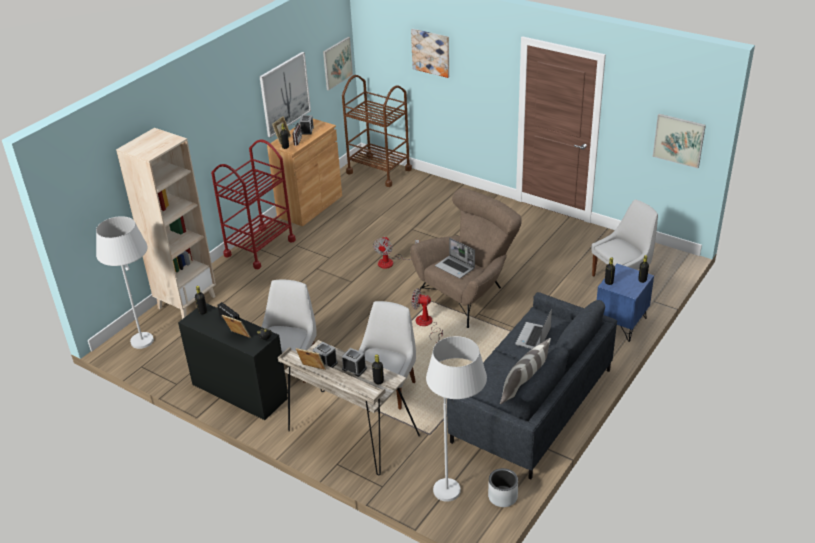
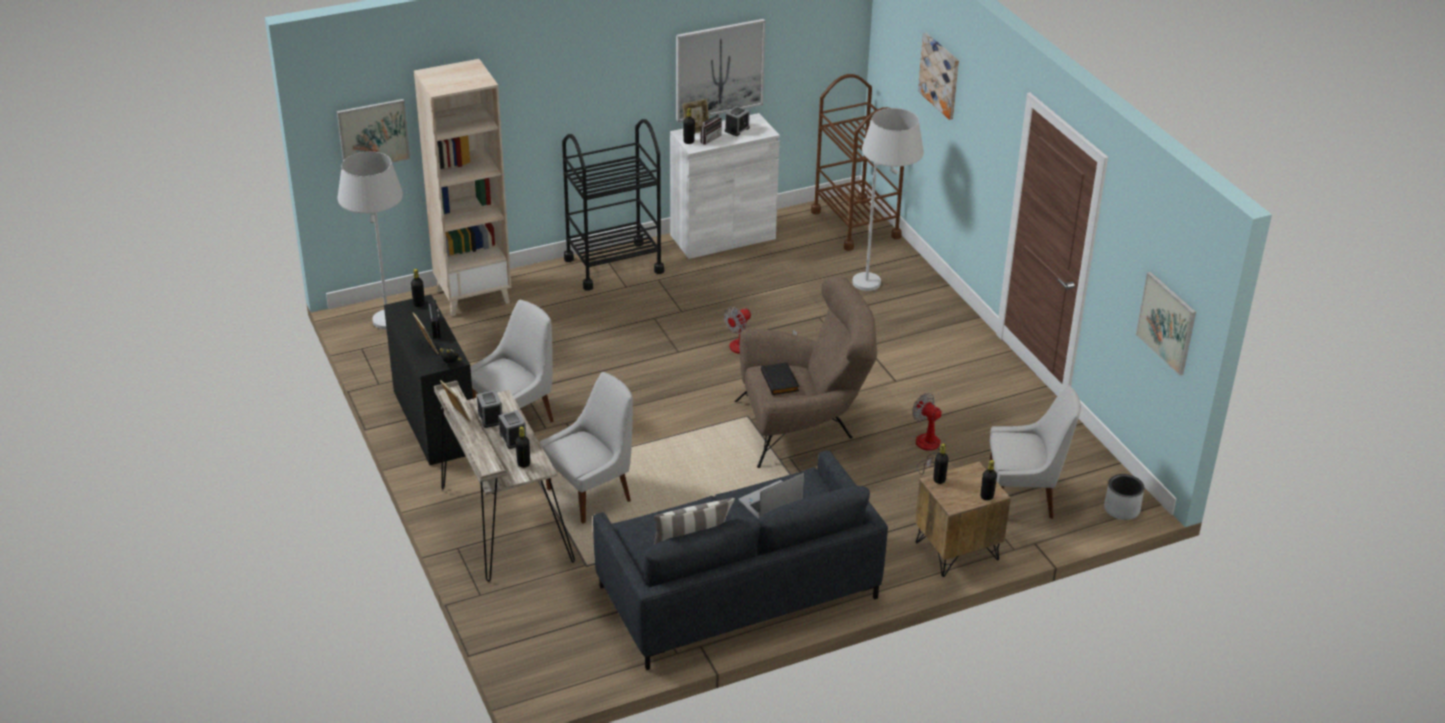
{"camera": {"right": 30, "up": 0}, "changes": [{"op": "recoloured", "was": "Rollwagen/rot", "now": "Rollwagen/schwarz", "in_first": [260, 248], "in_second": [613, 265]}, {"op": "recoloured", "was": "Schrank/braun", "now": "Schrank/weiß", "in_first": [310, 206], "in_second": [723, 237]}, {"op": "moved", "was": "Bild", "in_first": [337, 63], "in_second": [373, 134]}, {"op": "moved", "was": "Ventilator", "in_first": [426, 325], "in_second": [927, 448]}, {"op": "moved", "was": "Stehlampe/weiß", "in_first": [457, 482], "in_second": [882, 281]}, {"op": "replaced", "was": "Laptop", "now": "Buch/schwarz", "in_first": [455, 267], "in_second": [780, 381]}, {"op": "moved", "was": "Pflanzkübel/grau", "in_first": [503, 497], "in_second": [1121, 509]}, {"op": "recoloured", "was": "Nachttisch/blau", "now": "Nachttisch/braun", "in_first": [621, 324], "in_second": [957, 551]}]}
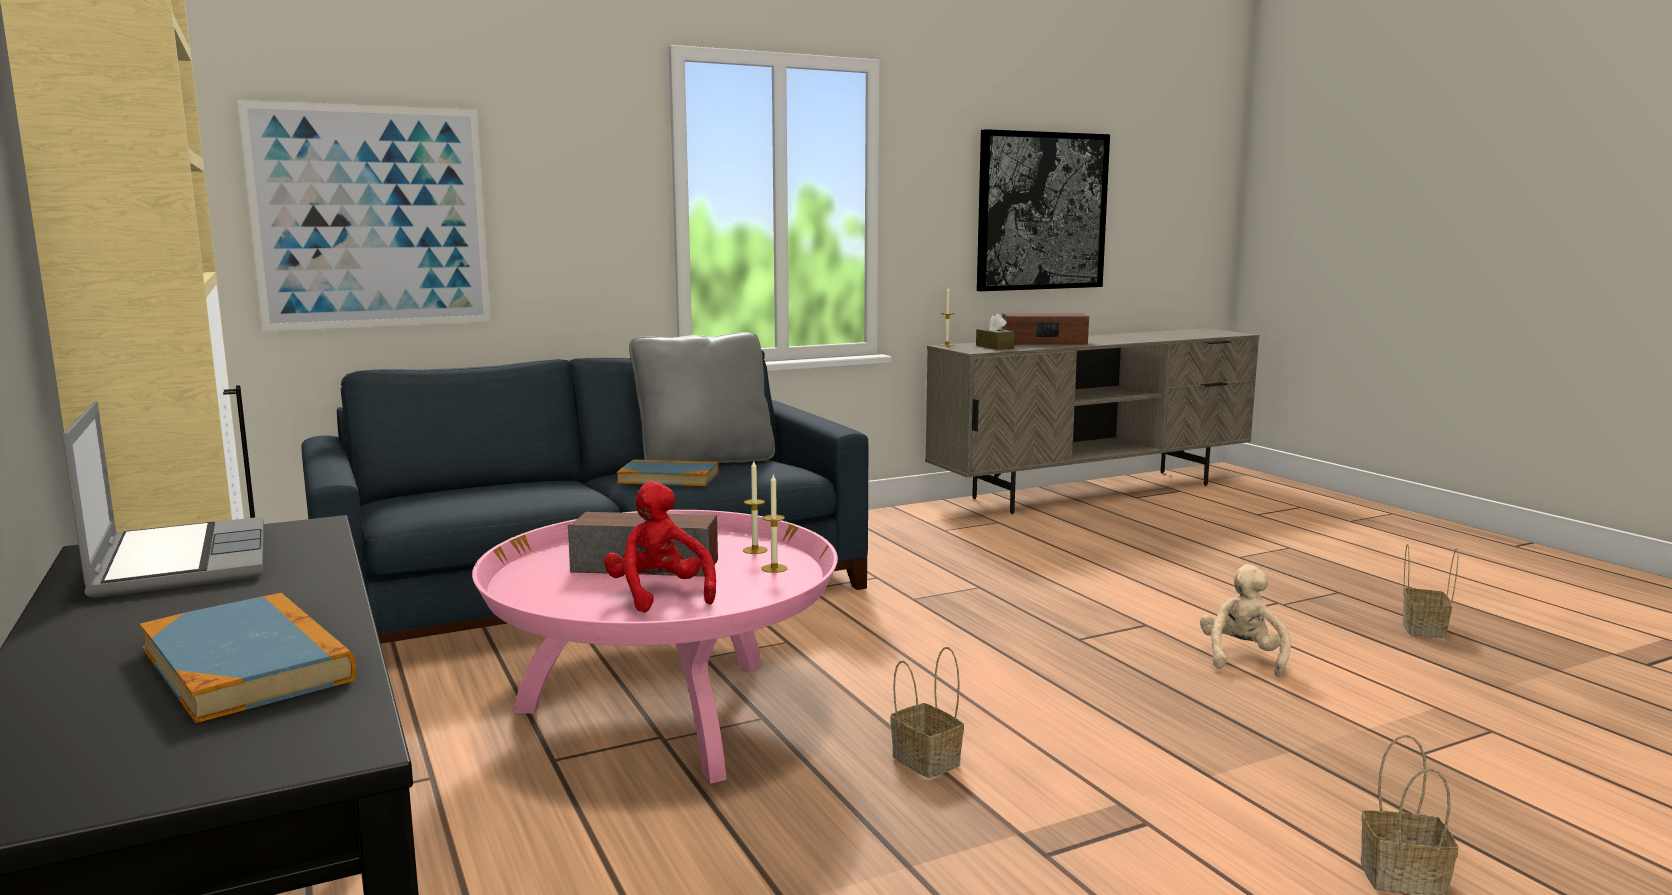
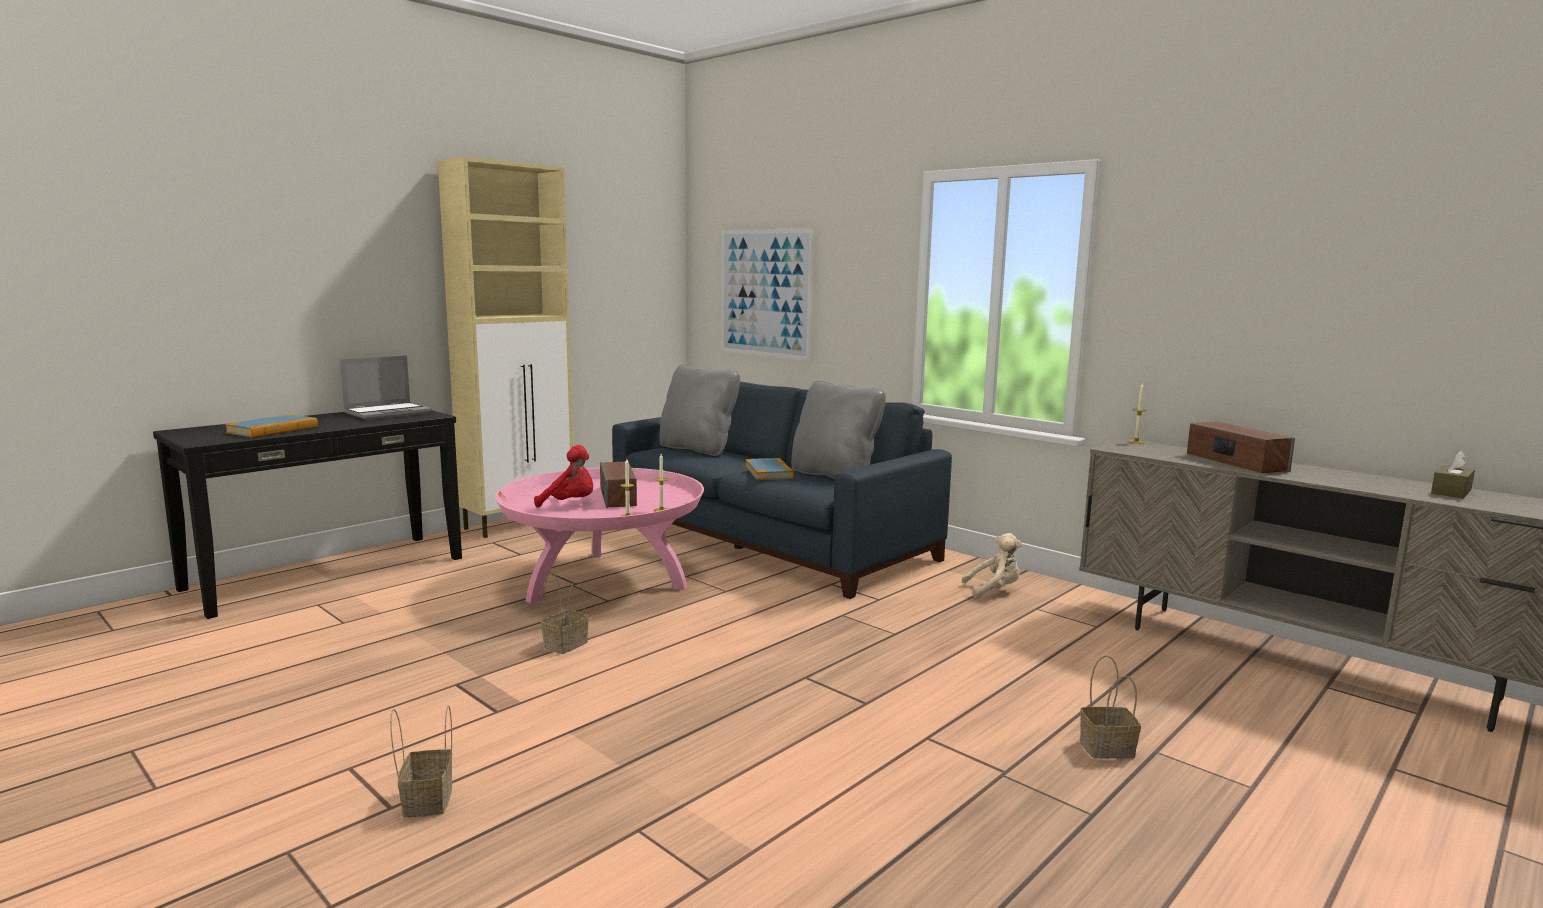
{"camera": {"right": 70, "up": 0}, "changes": [{"op": "turned", "was": "Plüschtier/rot", "in_first": [659, 595], "in_second": [570, 504], "clockwise": 60}, {"op": "moved", "was": "Taschentuchbox/braun", "in_first": [994, 347], "in_second": [1451, 491]}, {"op": "removed", "was": "Bild", "in_first": [1041, 211]}, {"op": "moved", "was": "Plüschtier/beige", "in_first": [1242, 658], "in_second": [994, 590]}, {"op": "moved", "was": "Korb", "in_first": [1422, 628], "in_second": [1108, 748]}, {"op": "added", "now": "Kissen/grau", "in_second": [698, 449]}]}
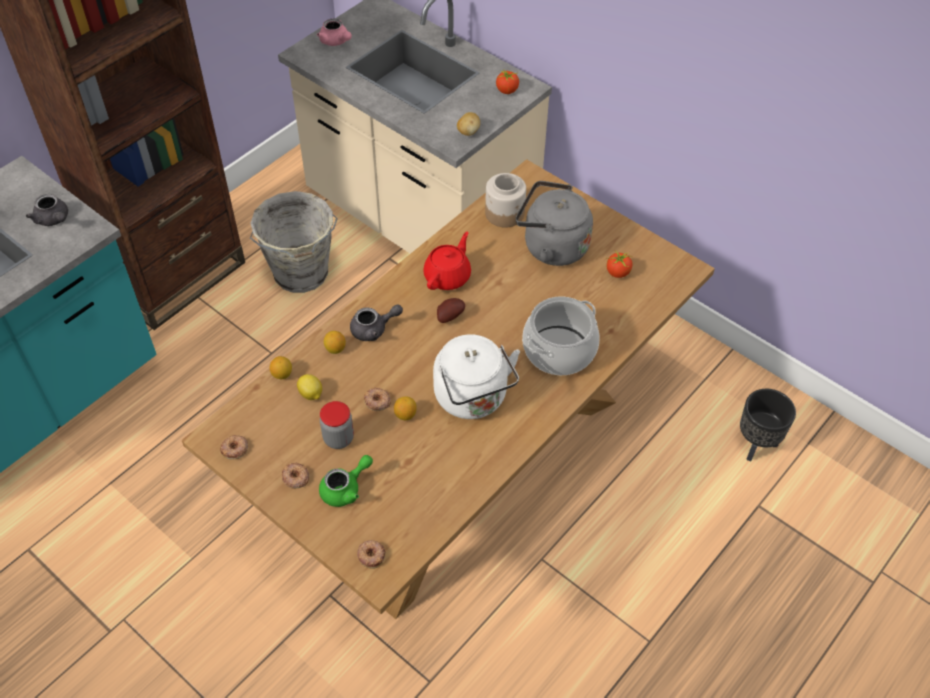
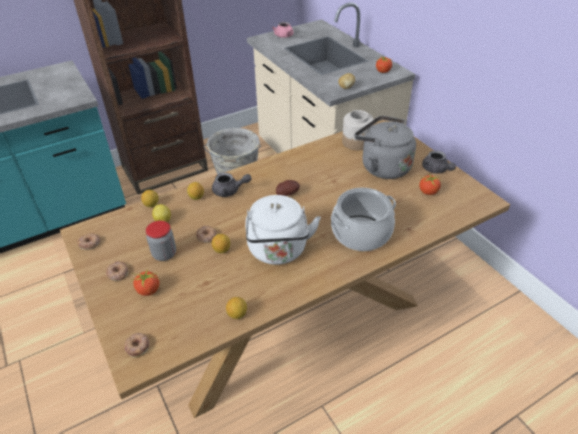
{"camera": {"right": 20, "up": -10}, "changes": [{"op": "moved", "was": "Teekanne/grau", "in_first": [54, 220], "in_second": [436, 170]}, {"op": "replaced", "was": "Teekanne/grün", "now": "Tomate", "in_first": [345, 489], "in_second": [148, 290]}, {"op": "removed", "was": "Teekanne/rot", "in_first": [448, 276]}, {"op": "removed", "was": "Pflanzkübel/schwarz", "in_first": [756, 445]}, {"op": "added", "now": "Zitrone", "in_second": [237, 314]}]}
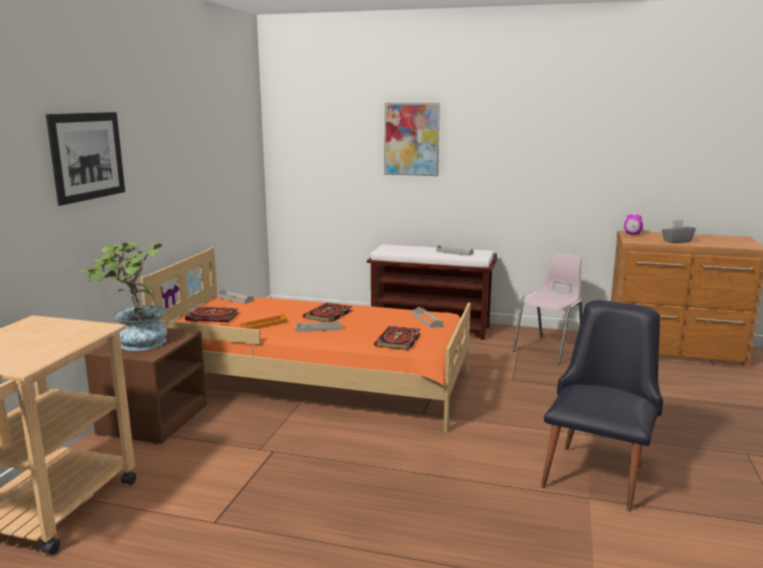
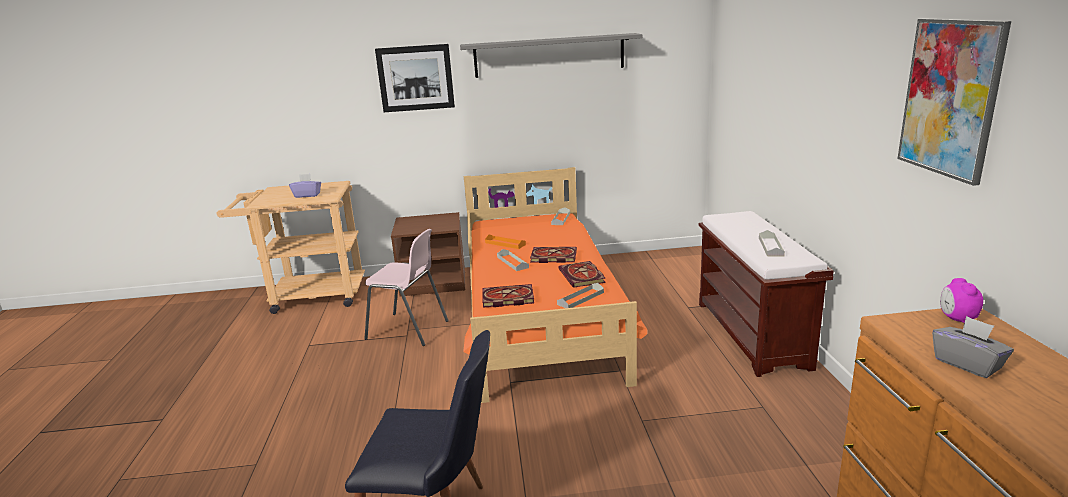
{"camera": {"right": 70, "up": 5}, "changes": [{"op": "removed", "was": "Topfpflanze", "in_first": [136, 344]}, {"op": "moved", "was": "Buch", "in_first": [214, 316], "in_second": [583, 277]}, {"op": "moved", "was": "Bild", "in_first": [411, 139], "in_second": [950, 98]}, {"op": "moved", "was": "Stuhl/rosa", "in_first": [549, 349], "in_second": [408, 330]}, {"op": "added", "now": "Taschentuchbox/lila", "in_second": [307, 195]}, {"op": "added", "now": "Wandregal/grau", "in_second": [549, 55]}]}
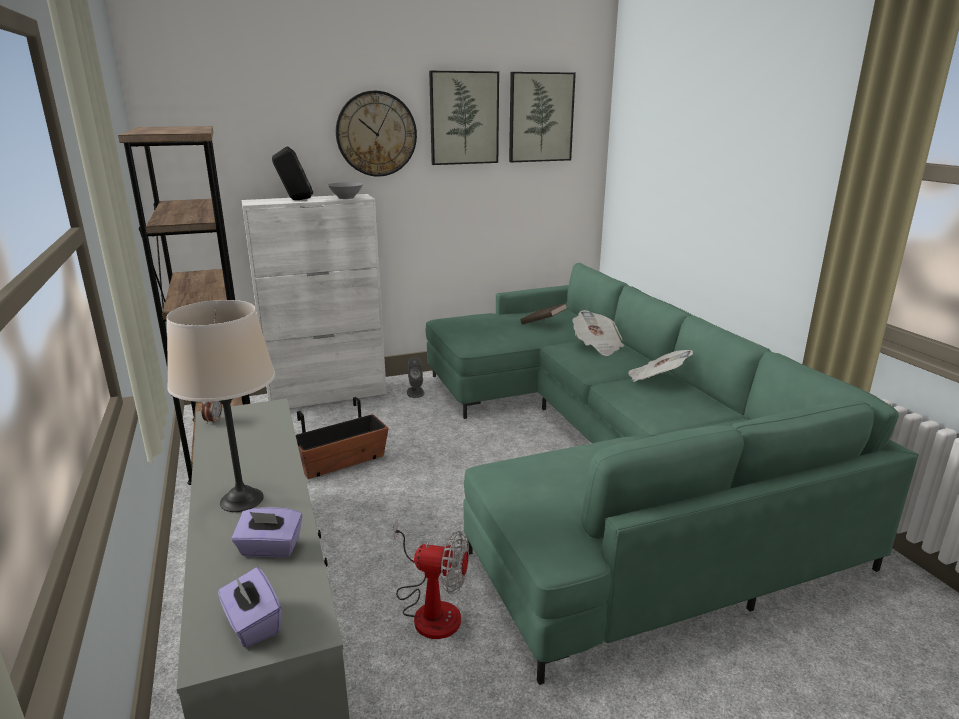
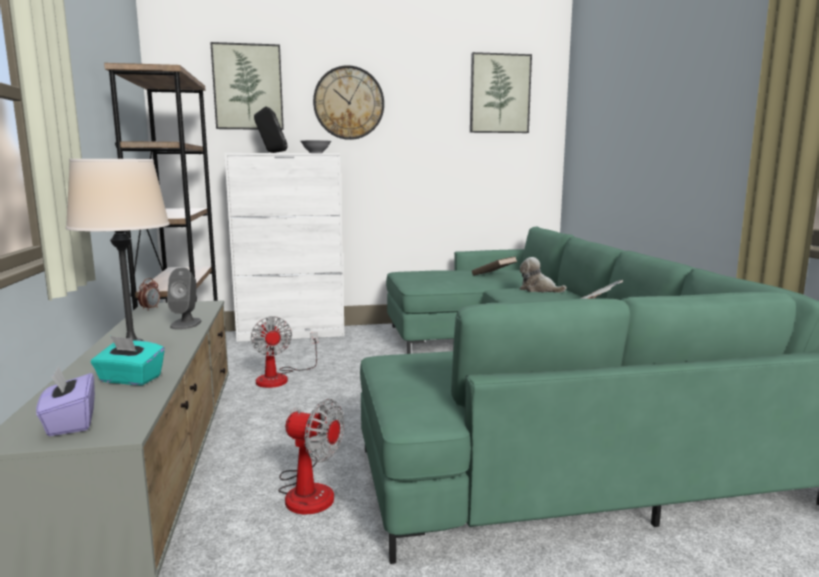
{"camera": {"right": 10, "up": -10}, "changes": [{"op": "recoloured", "was": "Taschentuchbox/lila", "now": "Taschentuchbox/türkis", "in_first": [270, 548], "in_second": [130, 379]}, {"op": "replaced", "was": "Pflanzkübel", "now": "Ventilator", "in_first": [341, 461], "in_second": [280, 378]}, {"op": "moved", "was": "Lautsprecher/grau", "in_first": [415, 392], "in_second": [186, 324]}, {"op": "moved", "was": "Bild", "in_first": [464, 118], "in_second": [248, 87]}, {"op": "replaced", "was": "Zeitung", "now": "Plüschtier", "in_first": [597, 346], "in_second": [538, 290]}]}
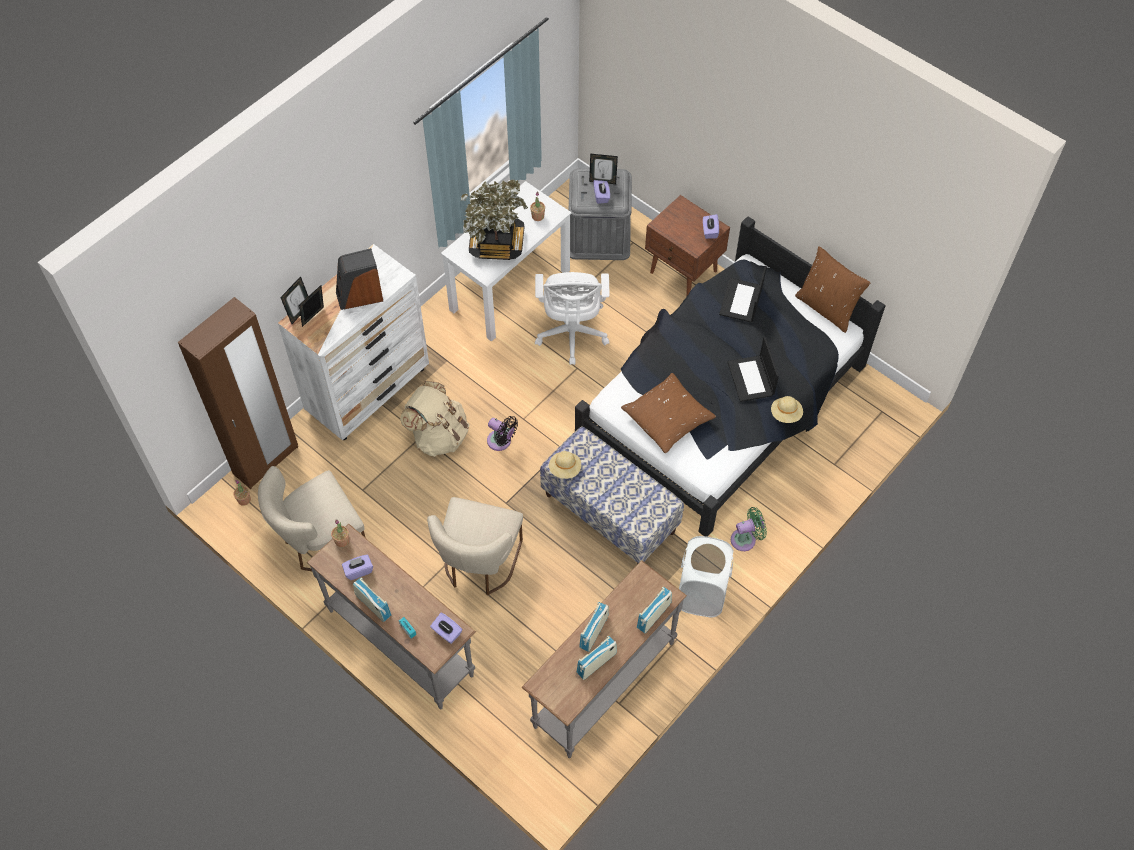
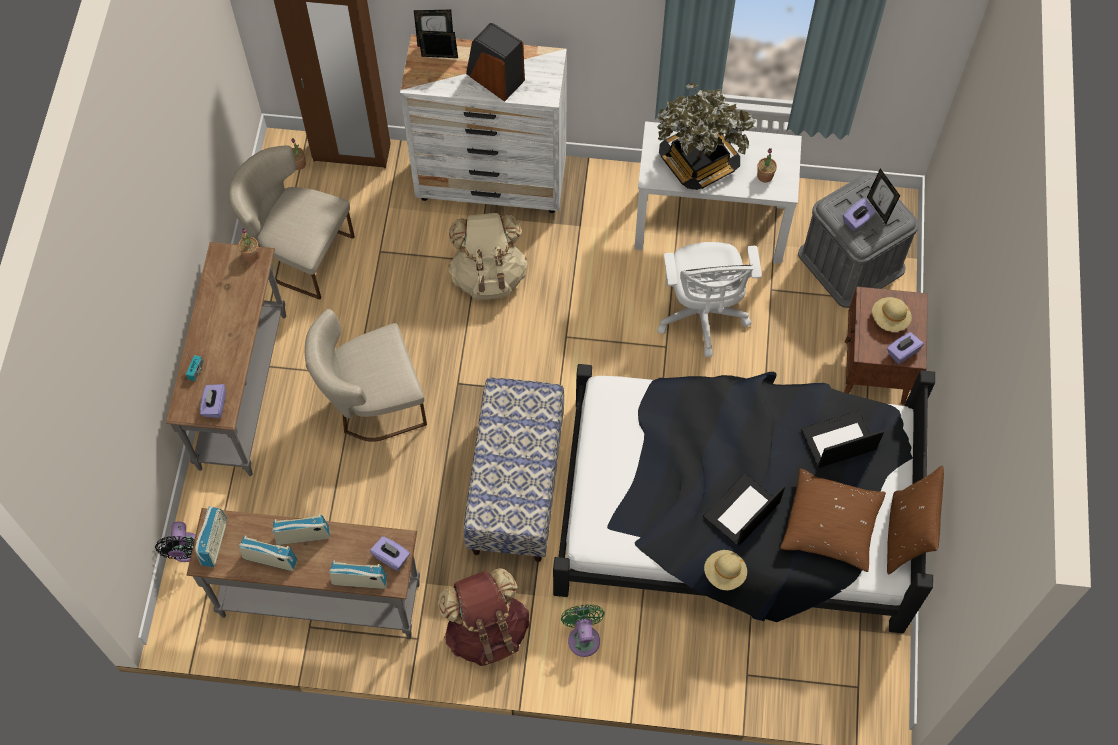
{"camera": {"right": 55, "up": 5}, "changes": [{"op": "moved", "was": "Taschentuchbox/lila", "in_first": [358, 570], "in_second": [391, 557]}, {"op": "moved", "was": "Radio", "in_first": [373, 605], "in_second": [214, 542]}, {"op": "moved", "was": "Ventilator/schwarz", "in_first": [501, 442], "in_second": [185, 551]}, {"op": "turned", "was": "Bürostuhl/weiß", "in_first": [572, 335], "in_second": [702, 316], "clockwise": -60}, {"op": "moved", "was": "Hut/beige", "in_first": [565, 469], "in_second": [889, 319]}, {"op": "moved", "was": "Kissen/braun", "in_first": [667, 418], "in_second": [831, 525]}, {"op": "replaced", "was": "Wäschekorb/weiß", "now": "Rucksack/braun", "in_first": [701, 593], "in_second": [486, 631]}, {"op": "turned", "was": "Ventilator/grün", "in_first": [746, 539], "in_second": [583, 637], "clockwise": -135}]}
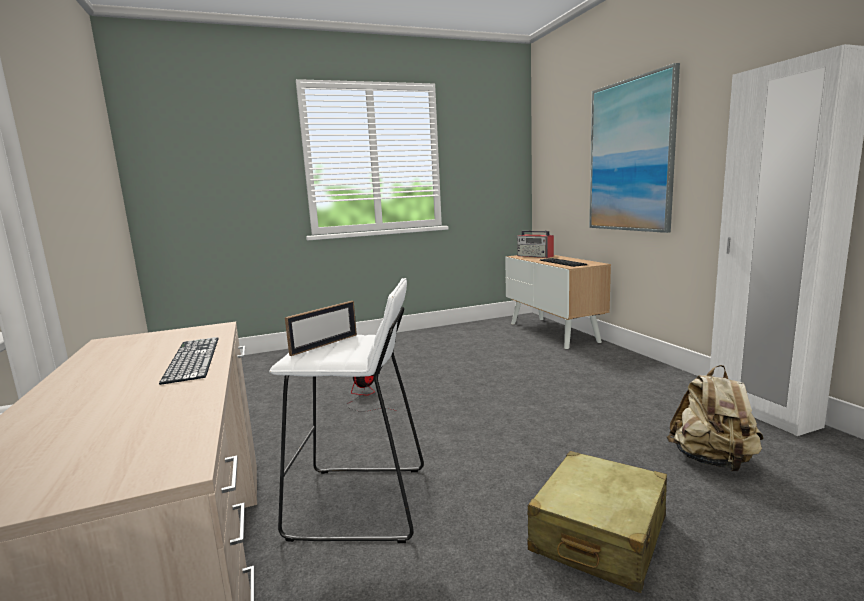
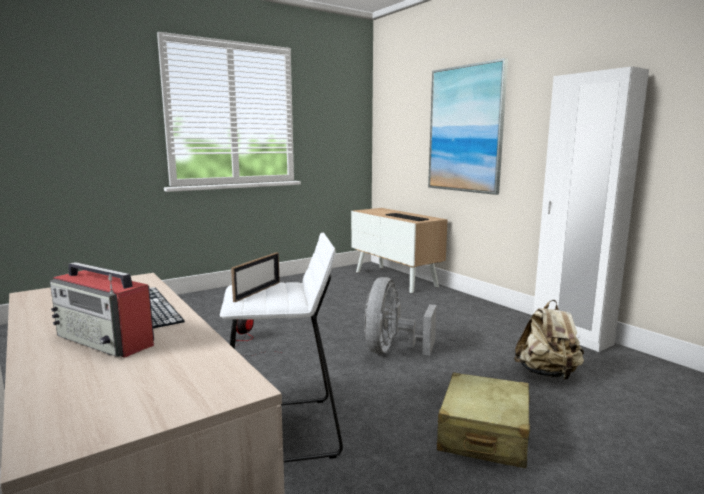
{"camera": {"right": -15, "up": 0}, "changes": [{"op": "moved", "was": "Radio", "in_first": [535, 256], "in_second": [106, 341]}, {"op": "added", "now": "Ventilator/grau", "in_second": [392, 350]}]}
